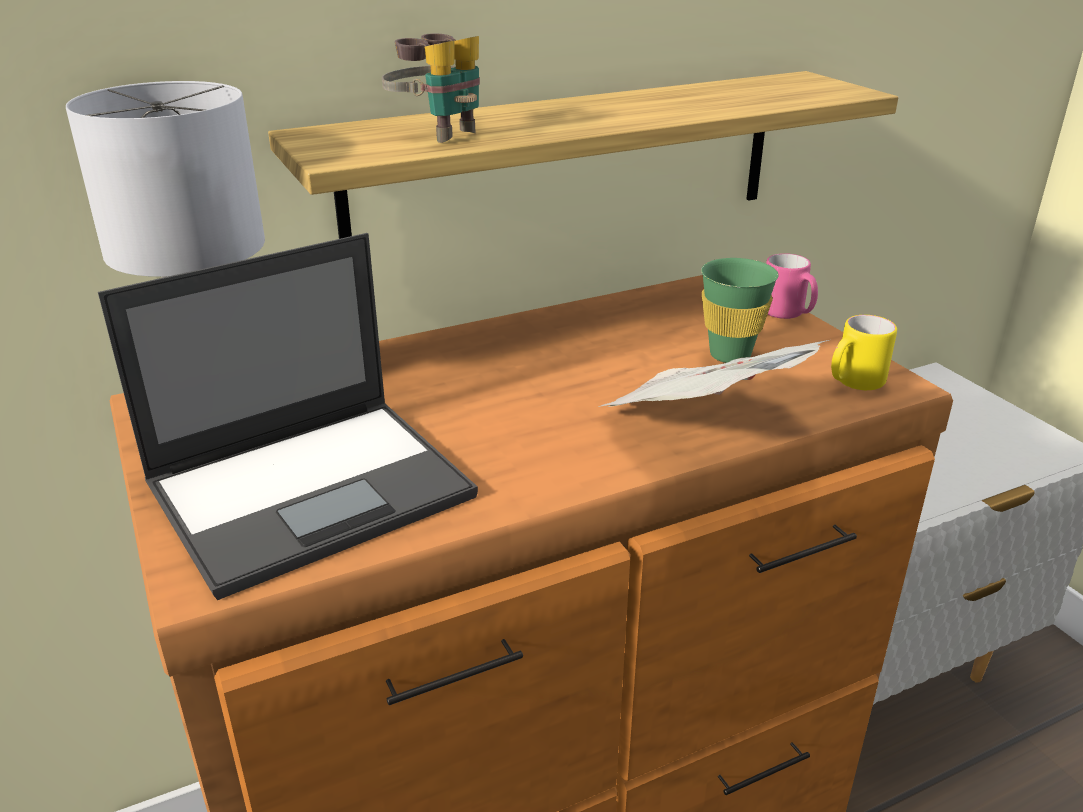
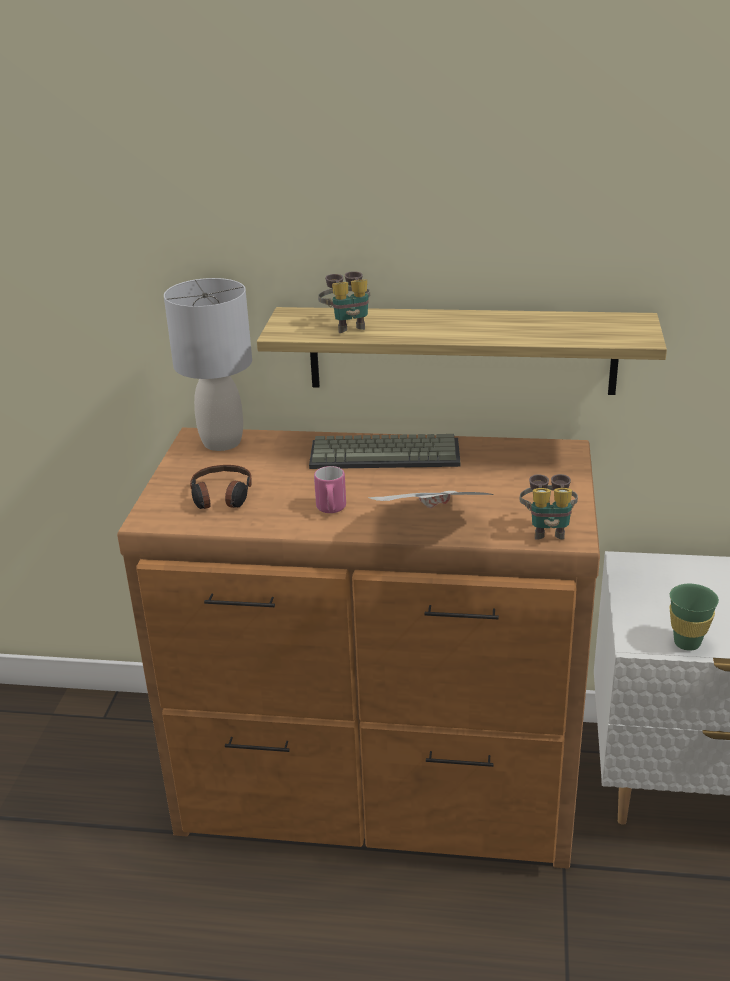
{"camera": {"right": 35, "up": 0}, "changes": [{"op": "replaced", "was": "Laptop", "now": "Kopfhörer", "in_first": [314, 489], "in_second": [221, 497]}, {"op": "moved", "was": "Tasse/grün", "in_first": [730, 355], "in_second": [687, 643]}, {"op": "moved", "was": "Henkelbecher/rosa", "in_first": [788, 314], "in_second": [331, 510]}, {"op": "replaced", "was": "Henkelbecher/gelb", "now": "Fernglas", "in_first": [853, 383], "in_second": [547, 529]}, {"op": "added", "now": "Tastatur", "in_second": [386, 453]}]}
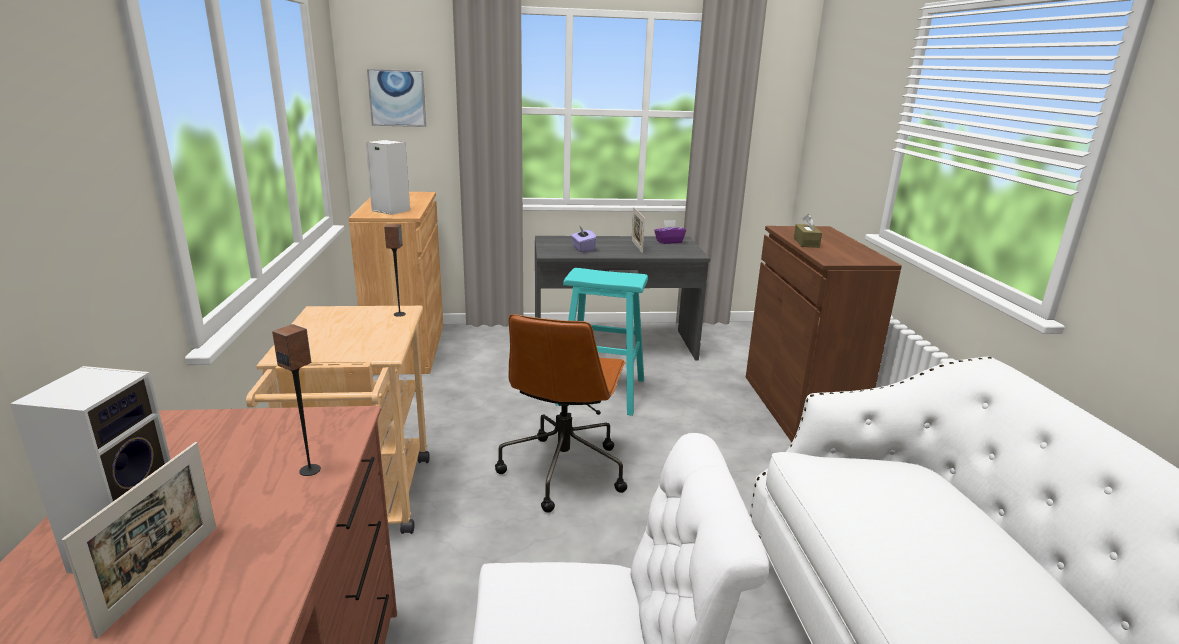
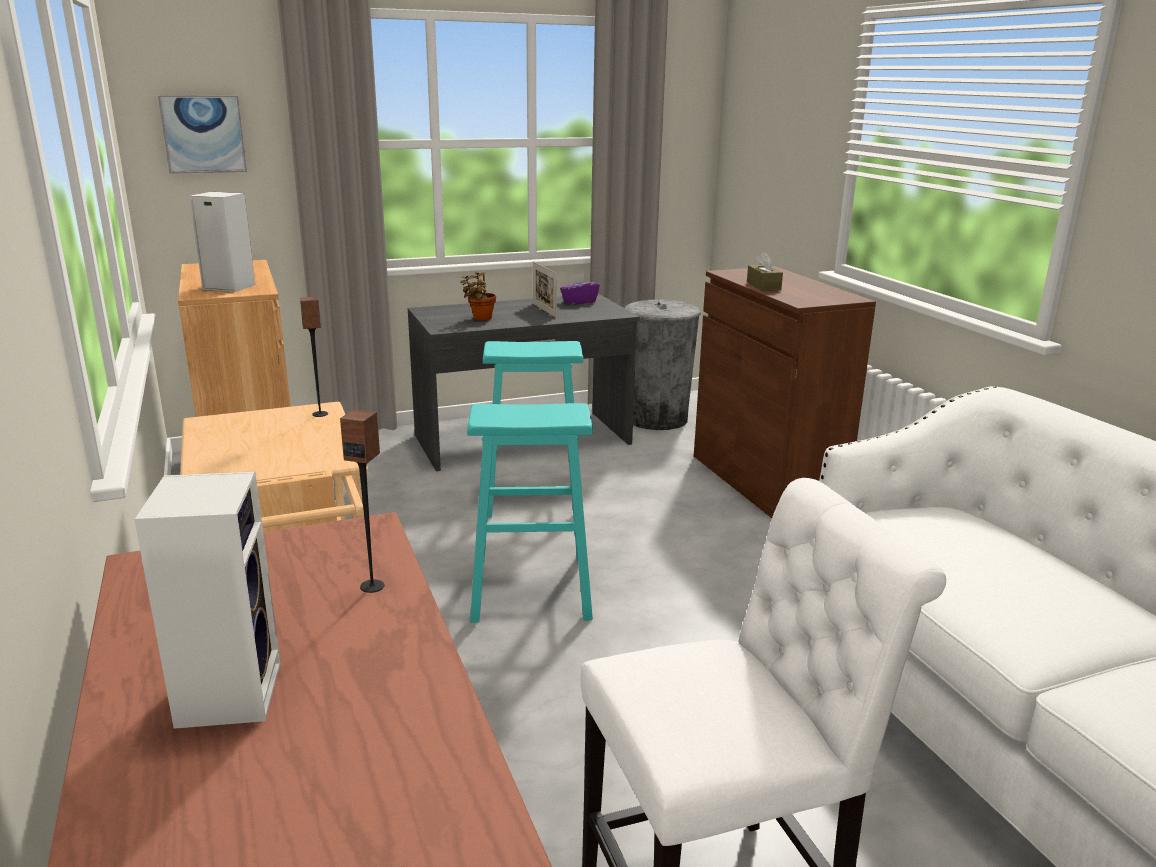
{"camera": {"right": -15, "up": 0}, "changes": [{"op": "removed", "was": "Bilderrahmen", "in_first": [162, 577]}, {"op": "replaced", "was": "Bürostuhl/braun", "now": "Hocker/türkis", "in_first": [563, 470], "in_second": [530, 588]}, {"op": "replaced", "was": "Taschentuchbox/lila", "now": "Topfpflanze", "in_first": [583, 249], "in_second": [480, 318]}, {"op": "added", "now": "Mülleimer/grau", "in_second": [657, 419]}]}
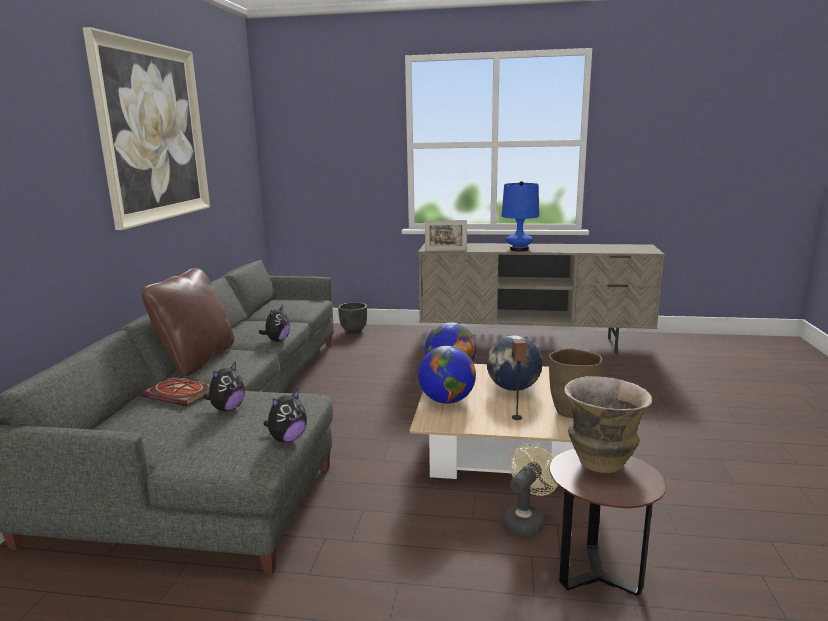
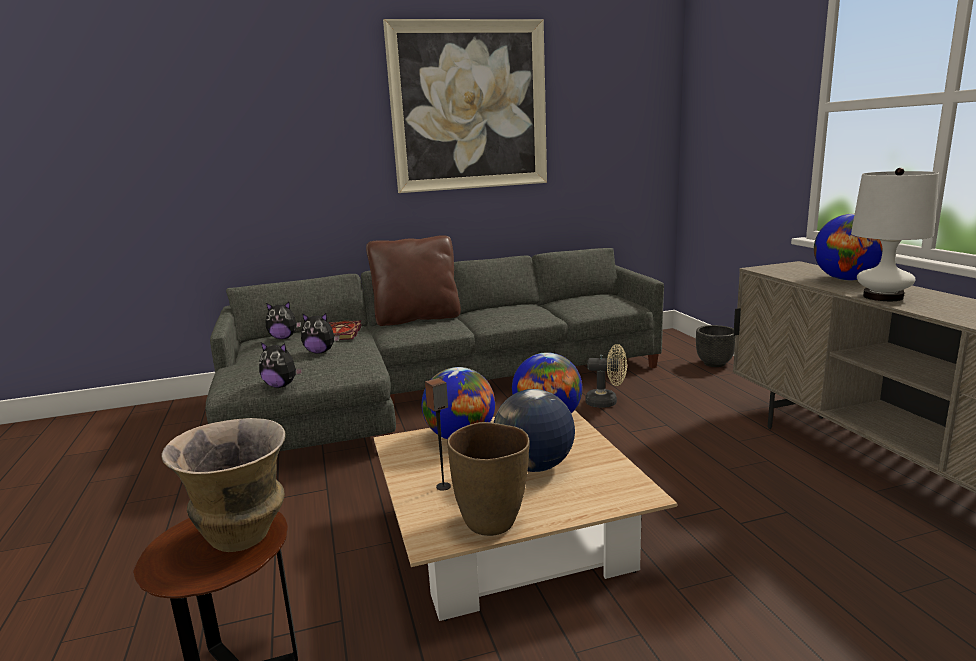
{"camera": {"right": 65, "up": 0}, "changes": [{"op": "moved", "was": "Plüschtier", "in_first": [277, 340], "in_second": [283, 338]}, {"op": "removed", "was": "Bilderrahmen", "in_first": [445, 250]}, {"op": "recoloured", "was": "Tischlampe/blau", "now": "Tischlampe/weiß", "in_first": [519, 249], "in_second": [883, 297]}, {"op": "moved", "was": "Ventilator/beige", "in_first": [526, 521], "in_second": [606, 402]}, {"op": "added", "now": "Globus", "in_second": [847, 279]}]}
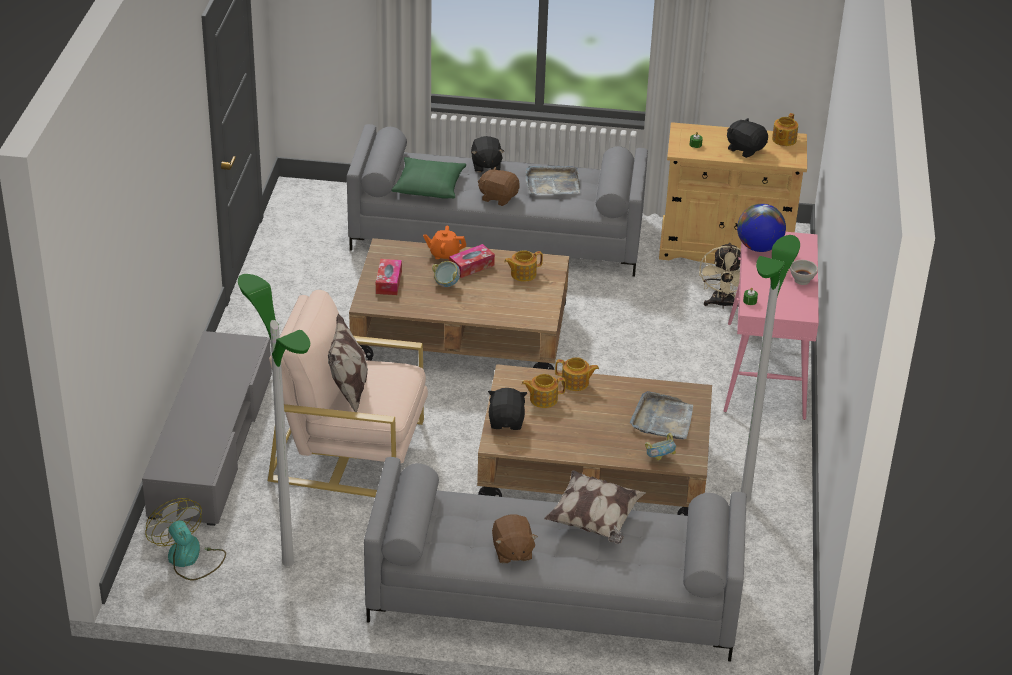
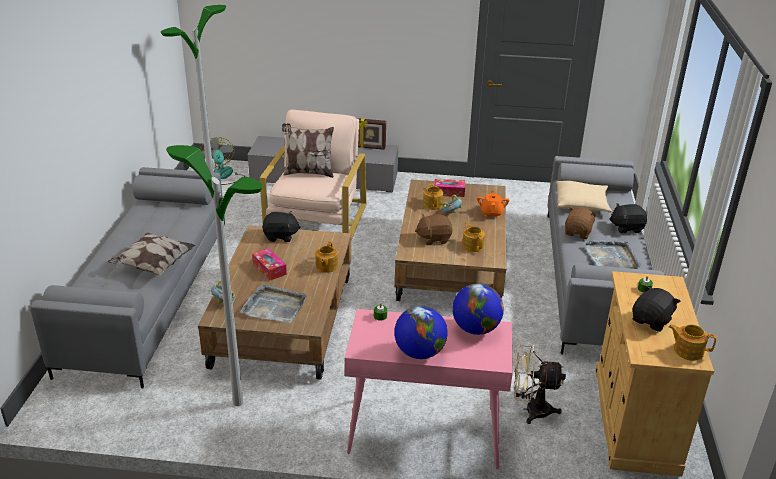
{"camera": {"right": 90, "up": -5}, "changes": [{"op": "turned", "was": "Ventilator", "in_first": [189, 559], "in_second": [224, 176], "clockwise": -75}, {"op": "recoloured", "was": "Kissen/grün", "now": "Kissen/beige", "in_first": [429, 185], "in_second": [582, 203]}, {"op": "moved", "was": "Taschentuchbox", "in_first": [471, 266], "in_second": [269, 269]}, {"op": "moved", "was": "Plüschtier/braun", "in_first": [512, 551], "in_second": [433, 238]}, {"op": "moved", "was": "Teekanne", "in_first": [542, 399], "in_second": [432, 204]}, {"op": "replaced", "was": "Schüssel/weiß", "now": "Globus", "in_first": [801, 280], "in_second": [419, 352]}, {"op": "added", "now": "Bilderrahmen", "in_second": [370, 148]}]}
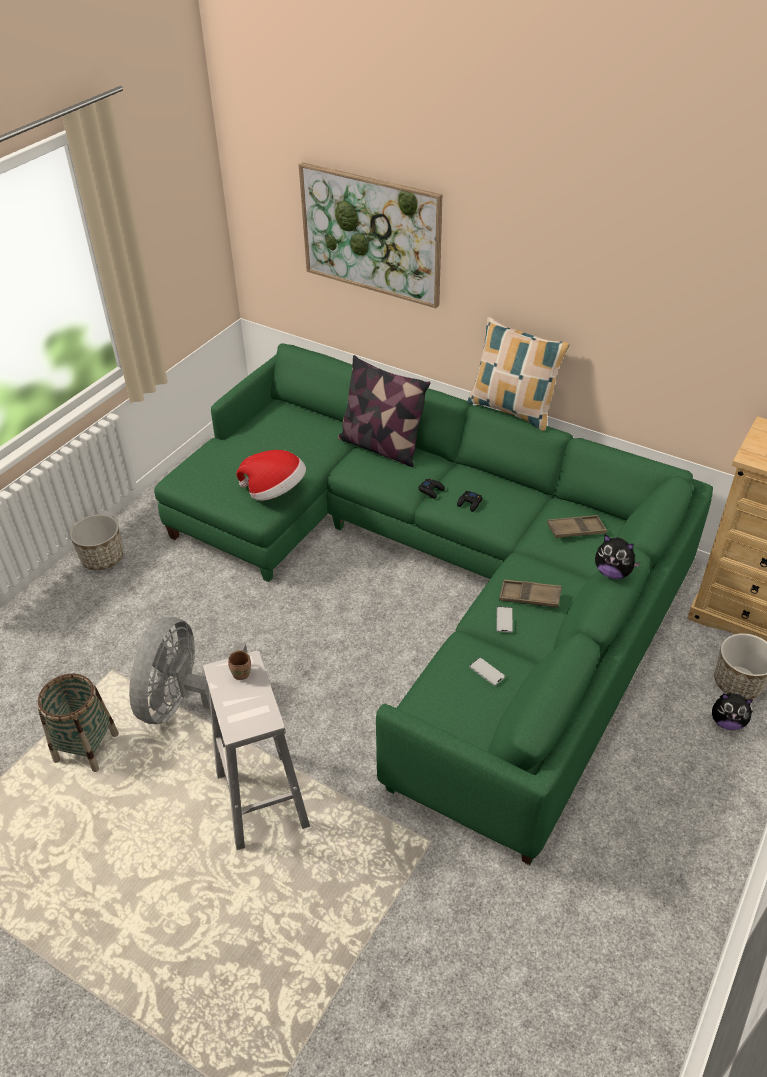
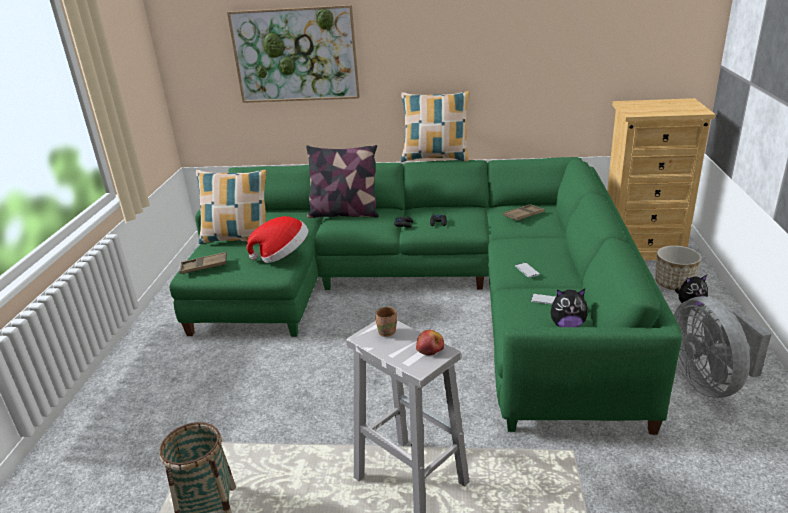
{"camera": {"right": -25, "up": -15}, "changes": [{"op": "removed", "was": "Pflanzkübel", "in_first": [103, 558]}, {"op": "moved", "was": "Ventilator/grau", "in_first": [186, 703], "in_second": [709, 381]}, {"op": "moved", "was": "Tablett/braun", "in_first": [530, 597], "in_second": [204, 266]}, {"op": "moved", "was": "Plüschtier", "in_first": [612, 572], "in_second": [567, 326]}, {"op": "added", "now": "Kissen", "in_second": [238, 239]}, {"op": "added", "now": "Apfel", "in_second": [430, 348]}]}
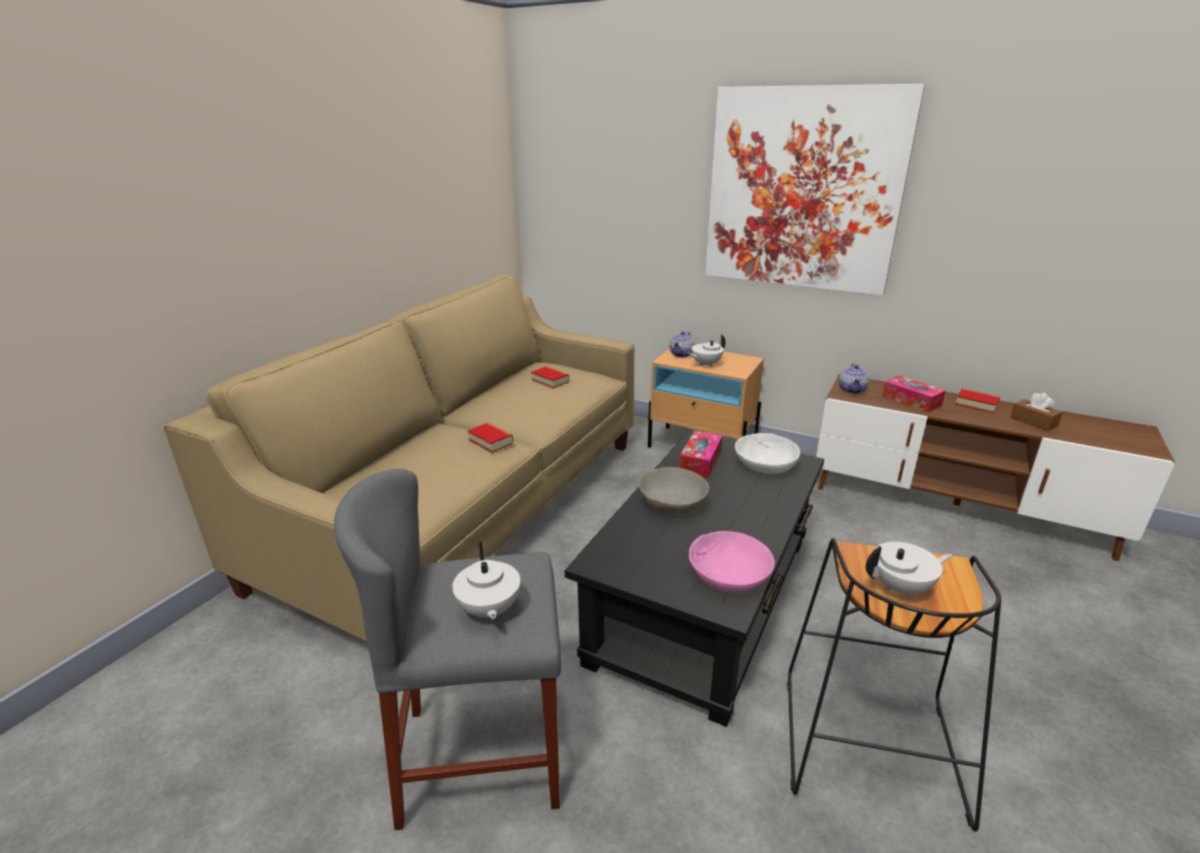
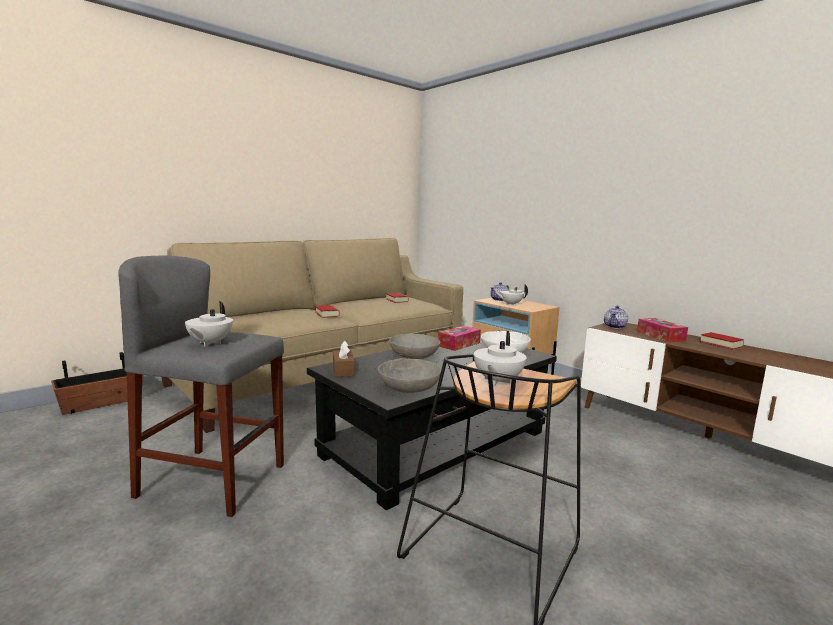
{"camera": {"right": 20, "up": -15}, "changes": [{"op": "recoloured", "was": "Schüssel/rosa", "now": "Schüssel/grau", "in_first": [728, 577], "in_second": [408, 387]}, {"op": "removed", "was": "Bild", "in_first": [802, 190]}, {"op": "turned", "was": "Teekanne/weiß", "in_first": [901, 587], "in_second": [497, 381], "clockwise": 105}, {"op": "moved", "was": "Taschentuchbox/braun", "in_first": [1033, 422], "in_second": [343, 370]}, {"op": "added", "now": "Pflanzkübel", "in_second": [101, 403]}]}
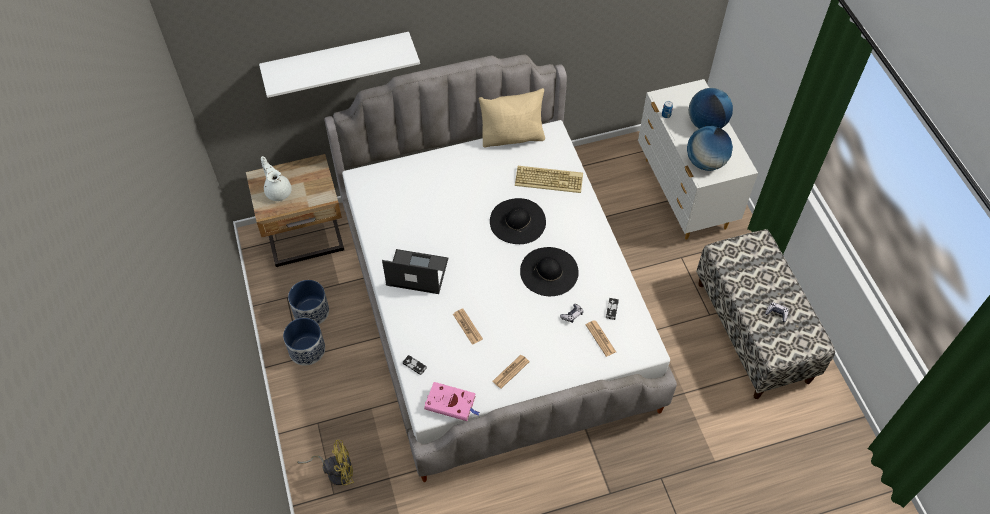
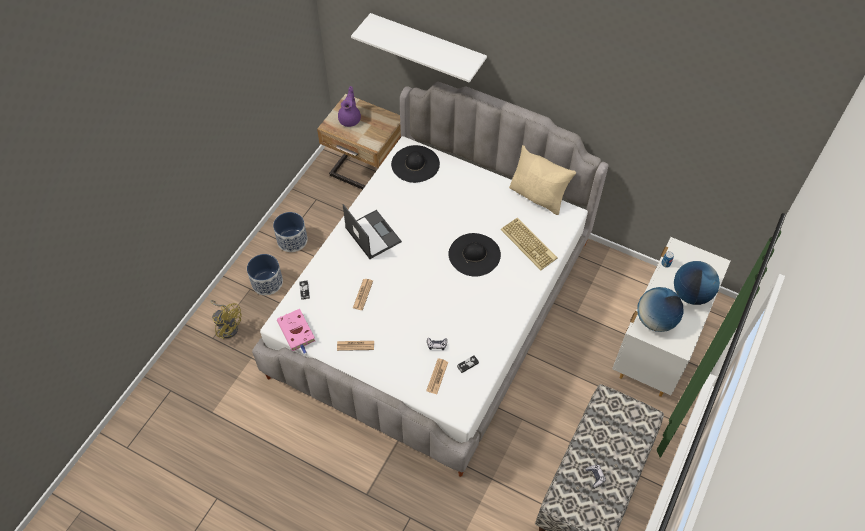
{"camera": {"right": 45, "up": 0}, "changes": [{"op": "recoloured", "was": "Teekanne/weiß", "now": "Teekanne/lila", "in_first": [278, 191], "in_second": [350, 119]}, {"op": "moved", "was": "Pflanzkübel", "in_first": [311, 311], "in_second": [267, 282]}, {"op": "moved", "was": "Hut/schwarz", "in_first": [549, 271], "in_second": [415, 164]}]}
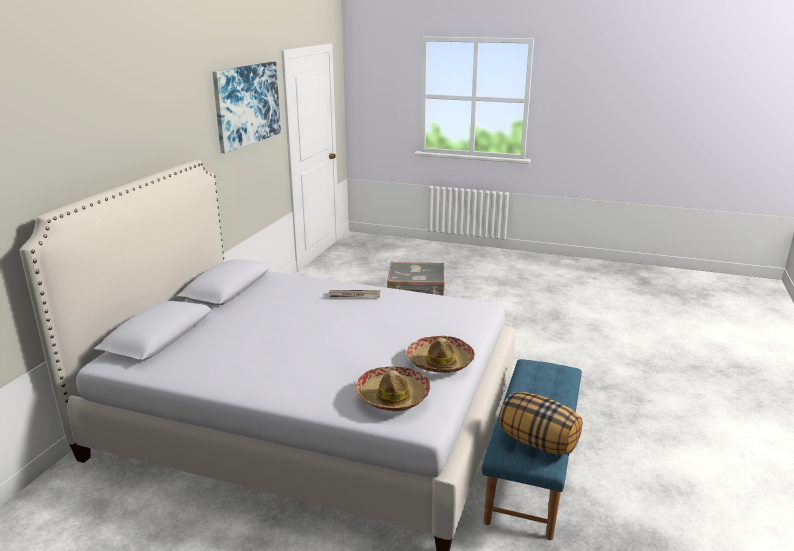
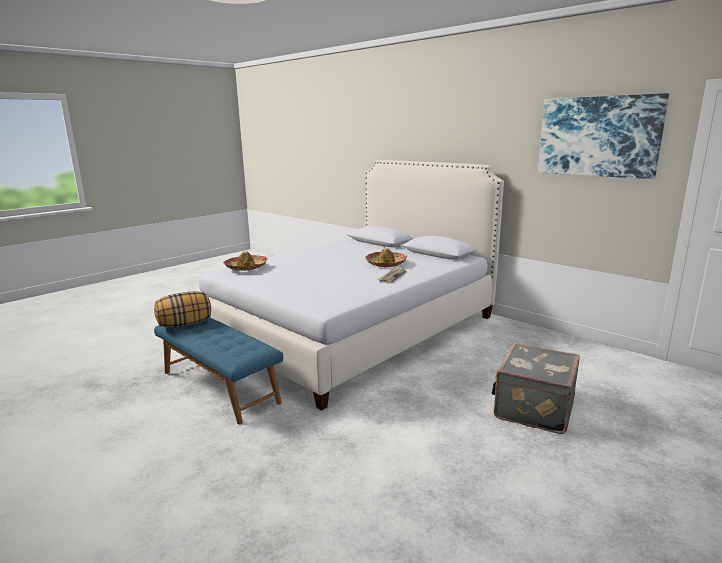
{"camera": {"right": 115, "up": -5}, "changes": [{"op": "moved", "was": "Hut", "in_first": [440, 362], "in_second": [386, 264]}]}
